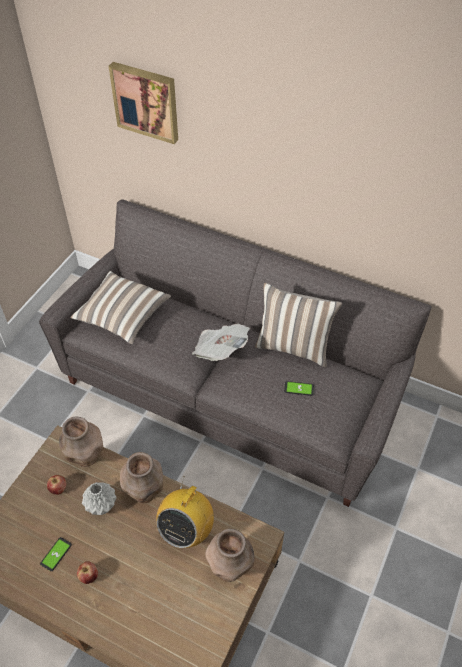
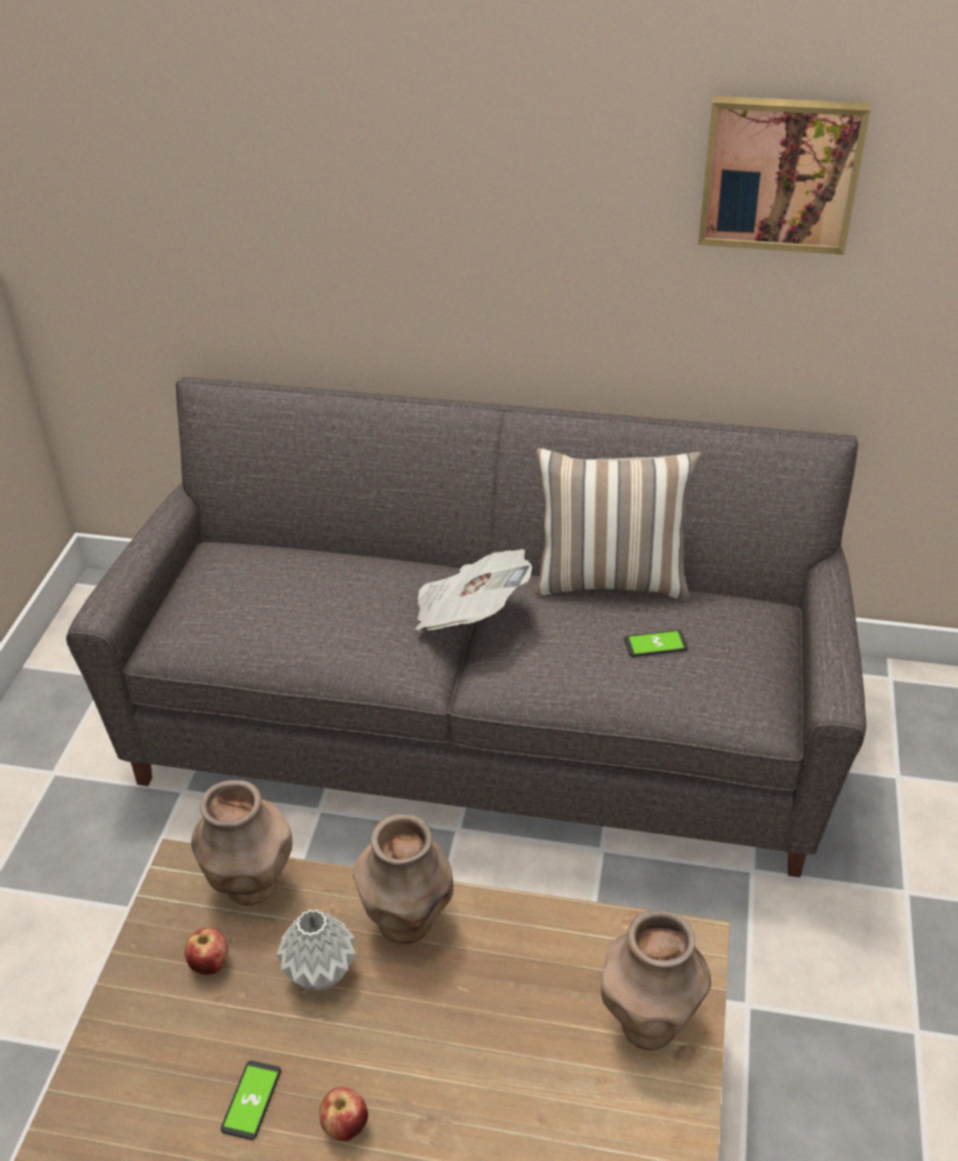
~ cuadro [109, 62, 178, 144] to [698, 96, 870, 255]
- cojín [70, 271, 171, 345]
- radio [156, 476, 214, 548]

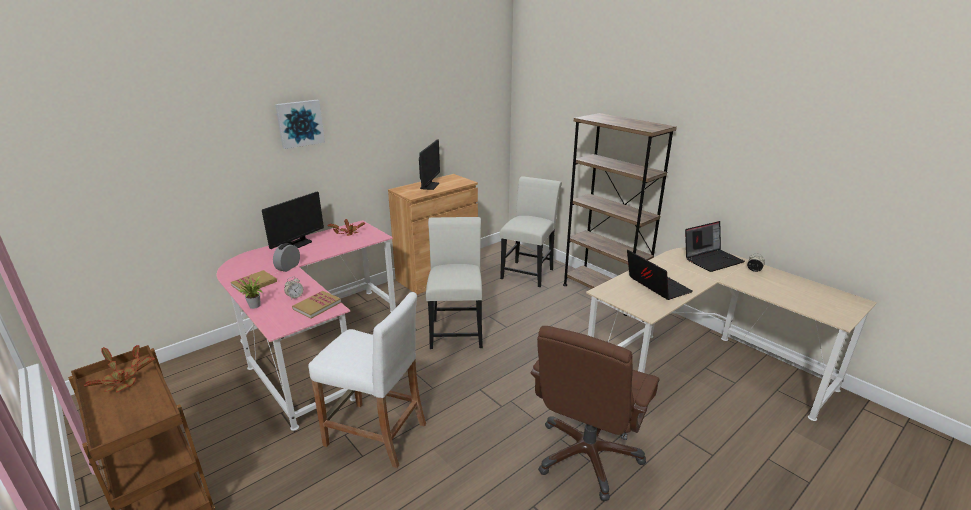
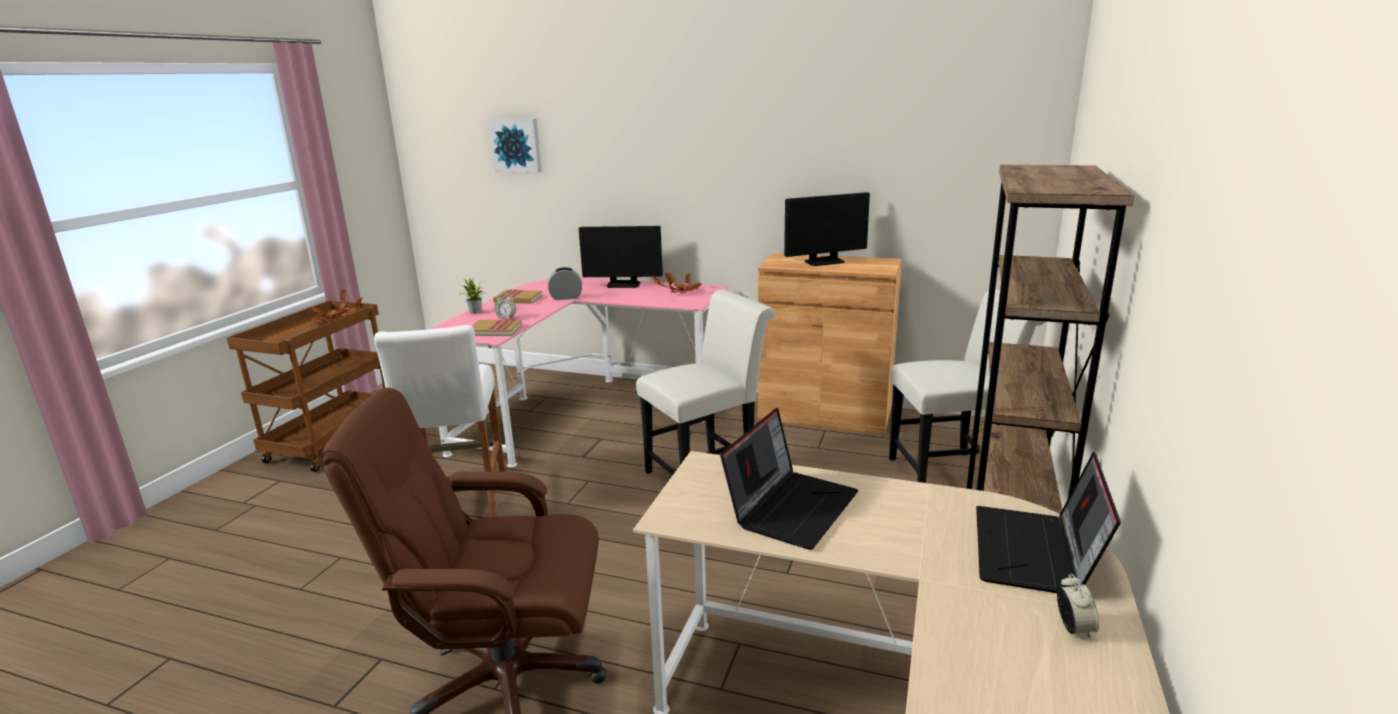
~ cuadro [275, 100, 325, 149] to [488, 119, 542, 173]
~ portátil [685, 221, 745, 272] = [976, 452, 1121, 593] 75 degrees clockwise

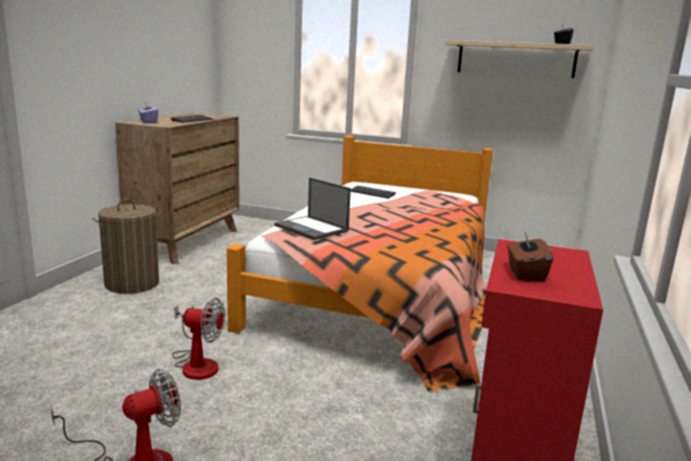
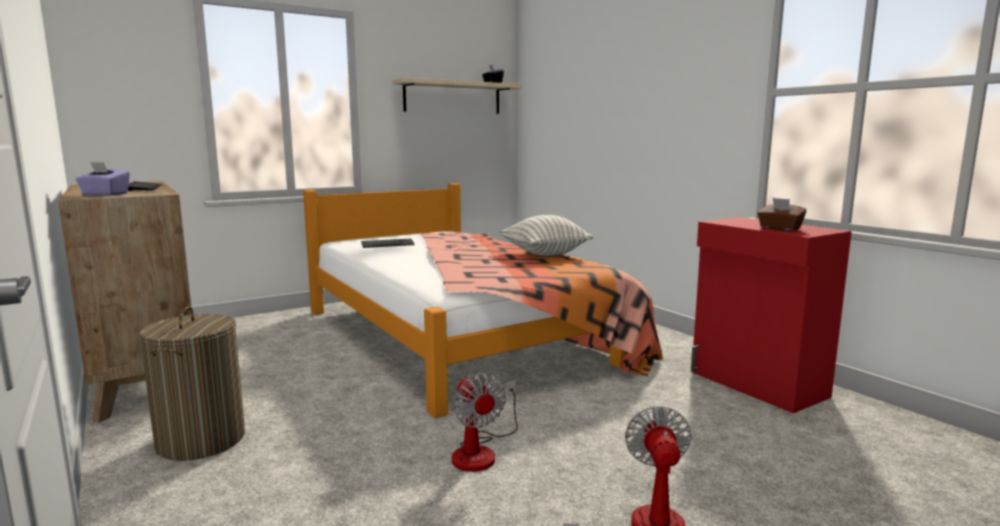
- portátil [274, 178, 351, 240]
~ ventilador [172, 298, 225, 380] = [452, 373, 518, 472] 105 degrees clockwise
+ cojín [499, 215, 593, 256]

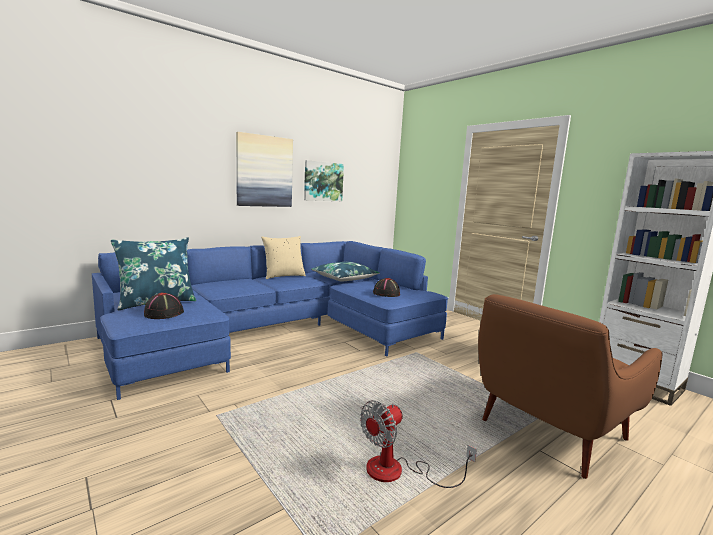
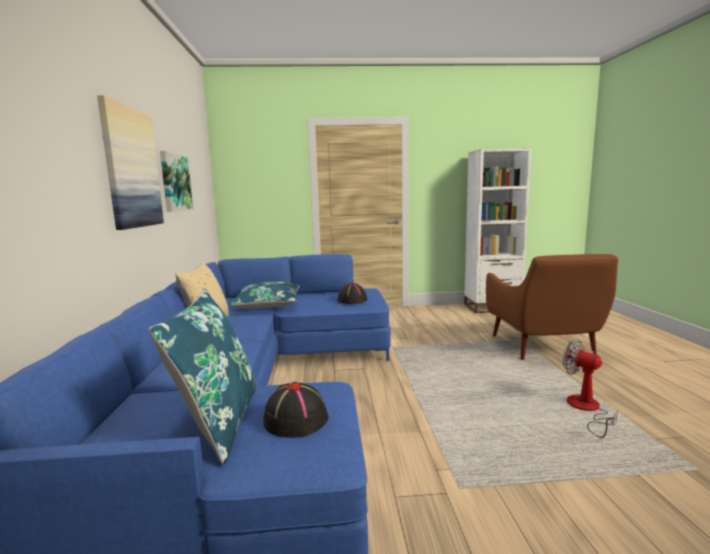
~ ventilador [360, 400, 477, 488] = [563, 339, 618, 438] 150 degrees clockwise

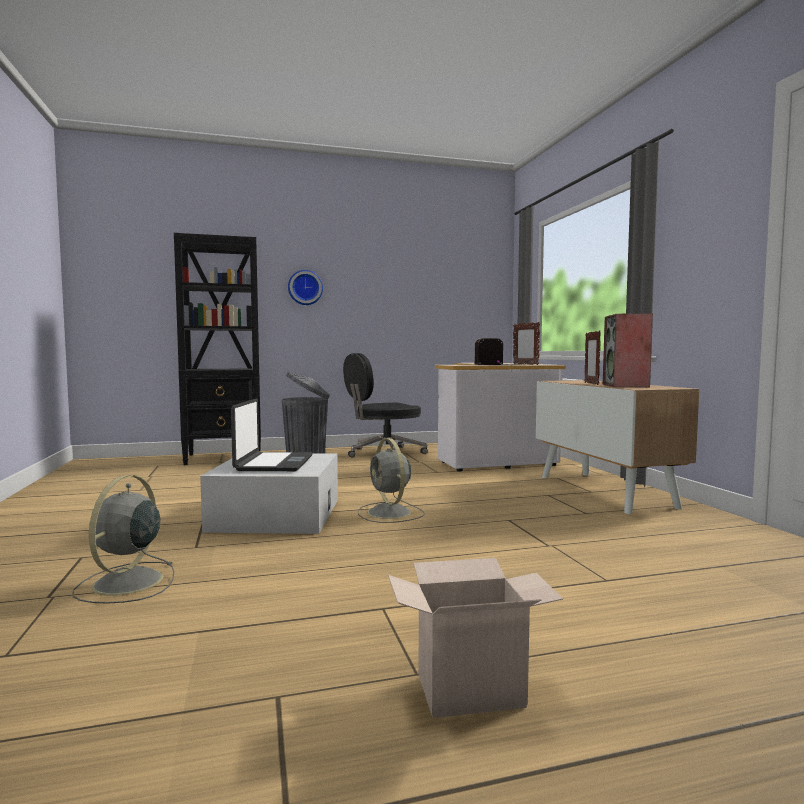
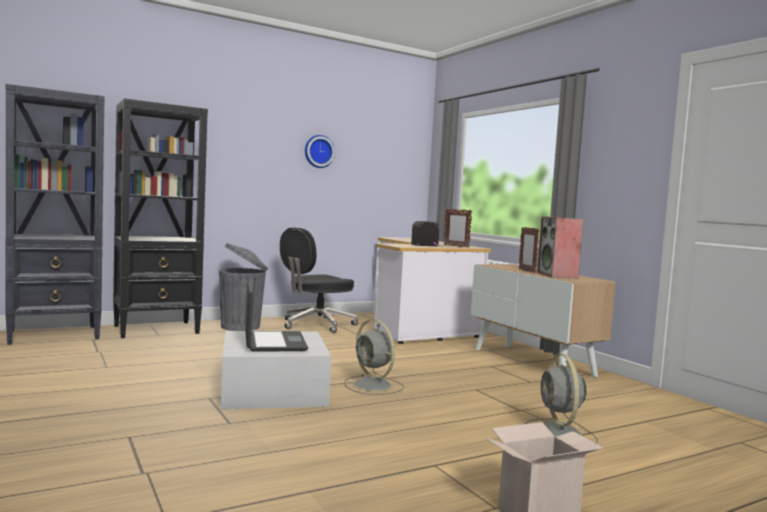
~ reloj de pared [288, 270, 323, 305] to [305, 135, 335, 168]
~ ventilador (gris) [72, 475, 174, 604] to [525, 353, 598, 444]
+ estantería (negro) [6, 84, 105, 345]

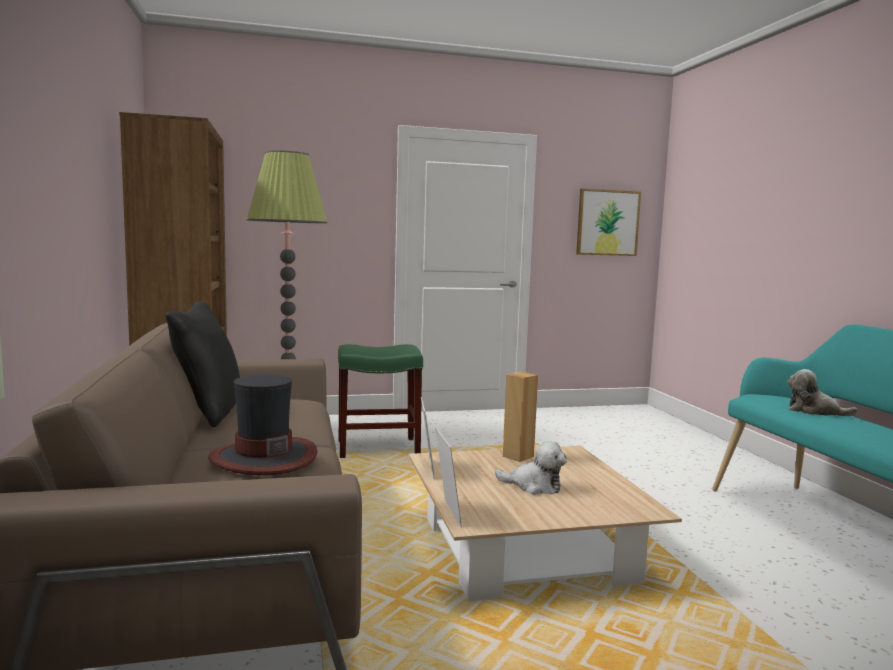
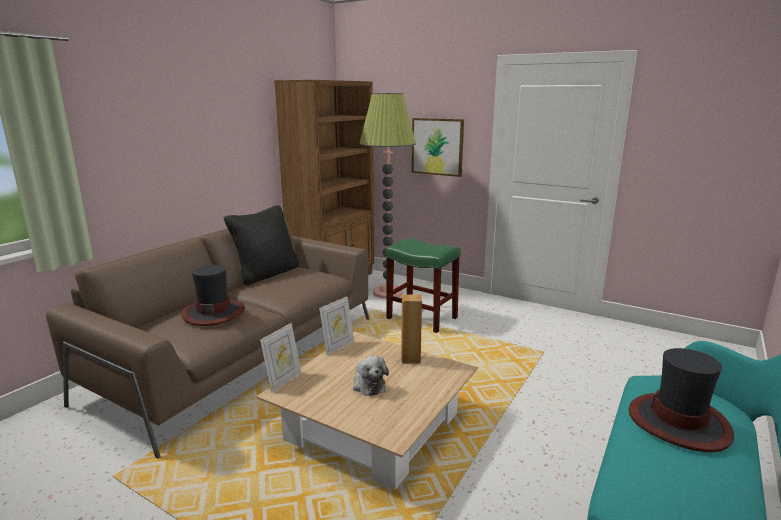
~ cuadro [576, 188, 641, 256] to [412, 118, 464, 177]
~ peluche [787, 369, 858, 416] to sombrero [629, 348, 734, 452]

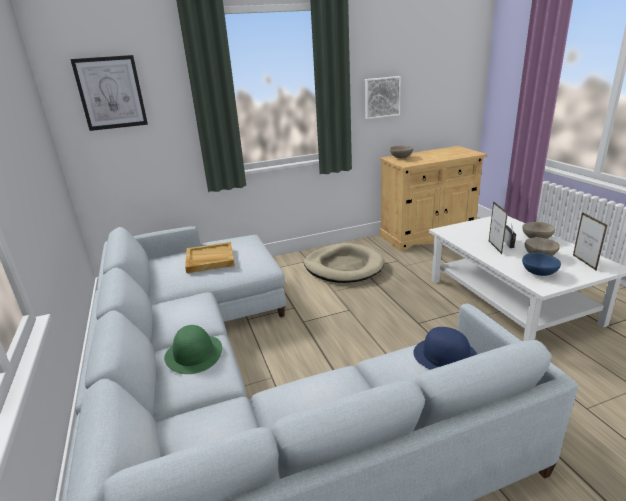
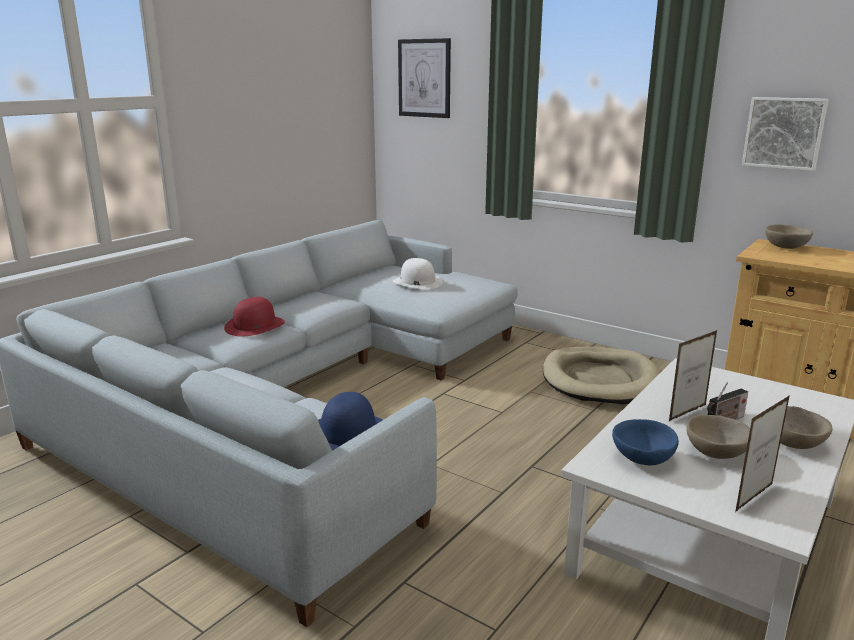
~ bandeja (beis) [185, 242, 235, 273] to sombrero (blanco) [393, 258, 443, 289]
~ sombrero (verde) [164, 325, 222, 374] to sombrero (rojo) [224, 297, 285, 337]

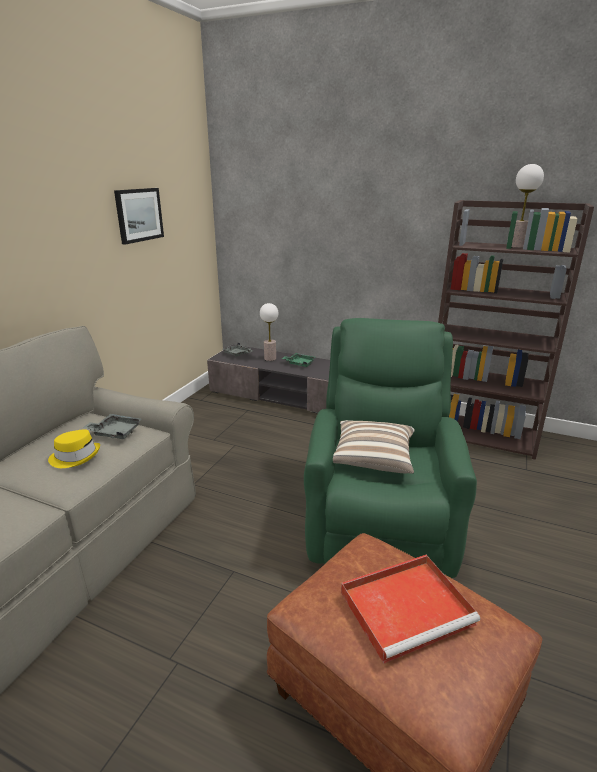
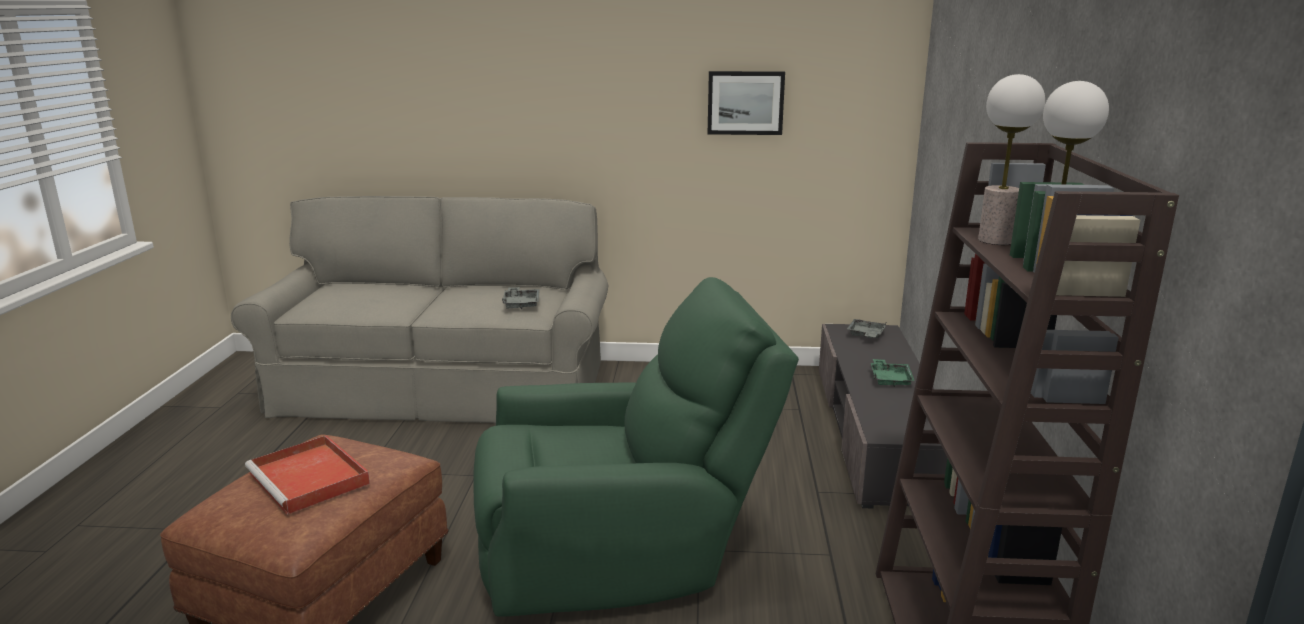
~ lámpara de mesa [260, 303, 278, 361] to [978, 74, 1045, 245]
- cojín [333, 420, 415, 474]
- sombrero (amarillo) [48, 429, 100, 468]

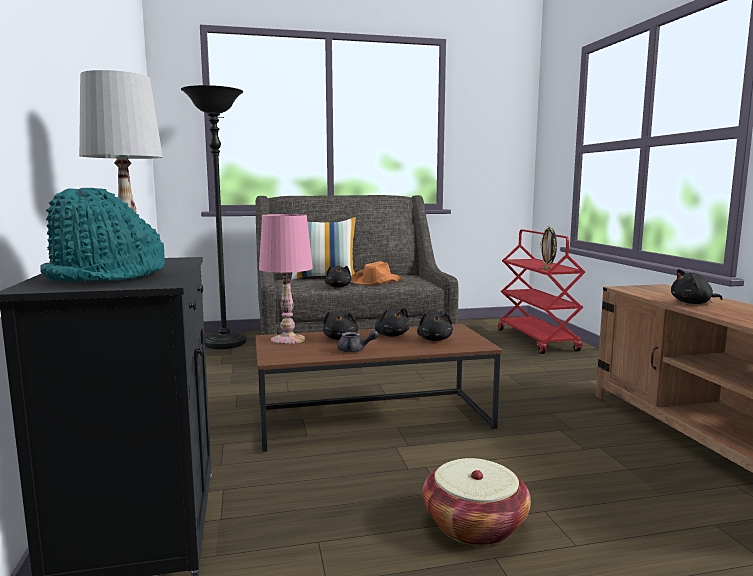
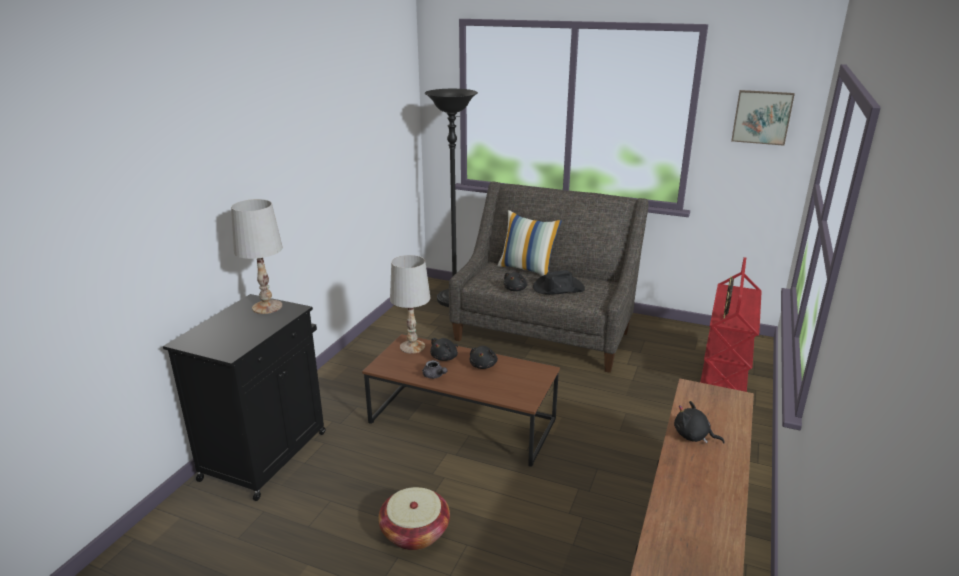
- sombrero (turquesa) [41, 188, 165, 282]
~ lámpara de mesa (rosa) [259, 214, 313, 344] to lámpara de mesa (blanco) [390, 255, 430, 354]
~ sombrero (naranja) [351, 261, 403, 285] to sombrero (negro) [533, 270, 585, 295]
- peluche (negro) [417, 312, 453, 341]
+ cuadro [731, 90, 795, 146]

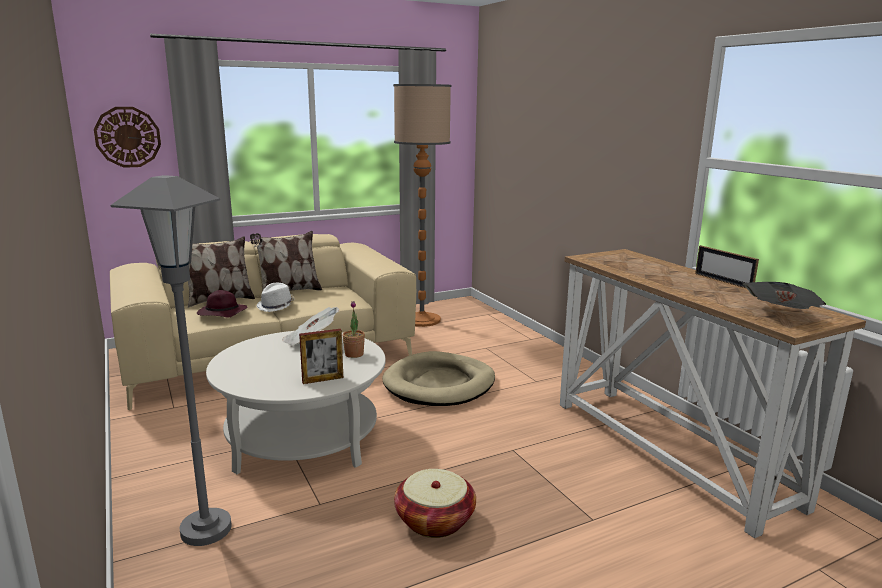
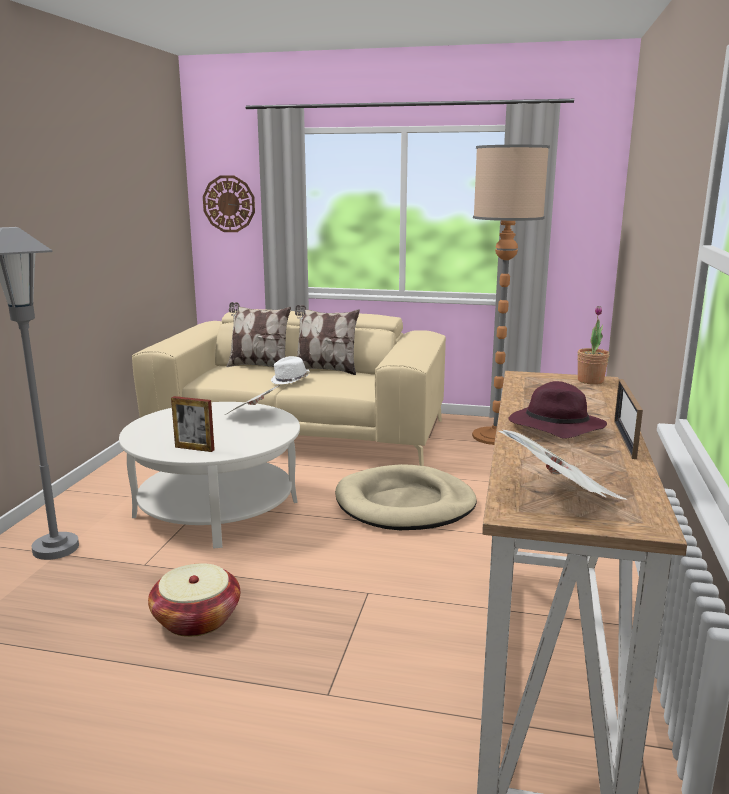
~ sombrero (morado) [197, 290, 247, 318] to [509, 381, 607, 439]
~ planta en maceta [342, 301, 365, 358] to [578, 306, 609, 384]

